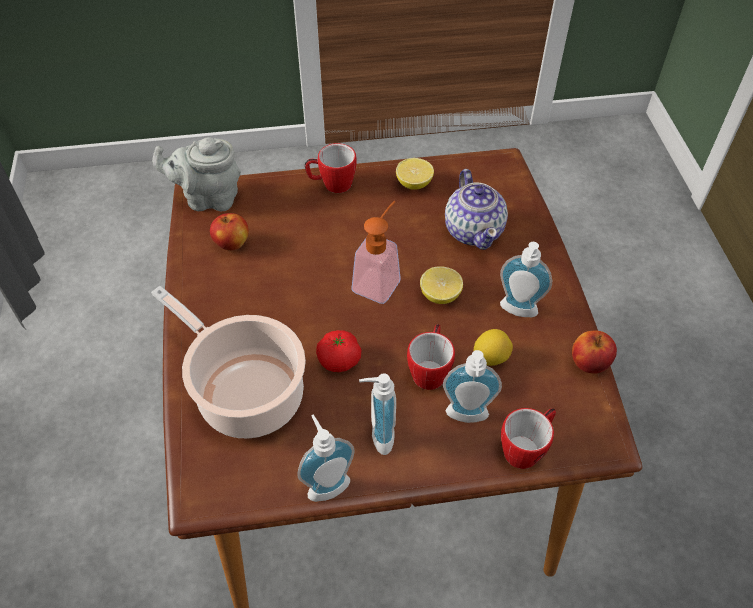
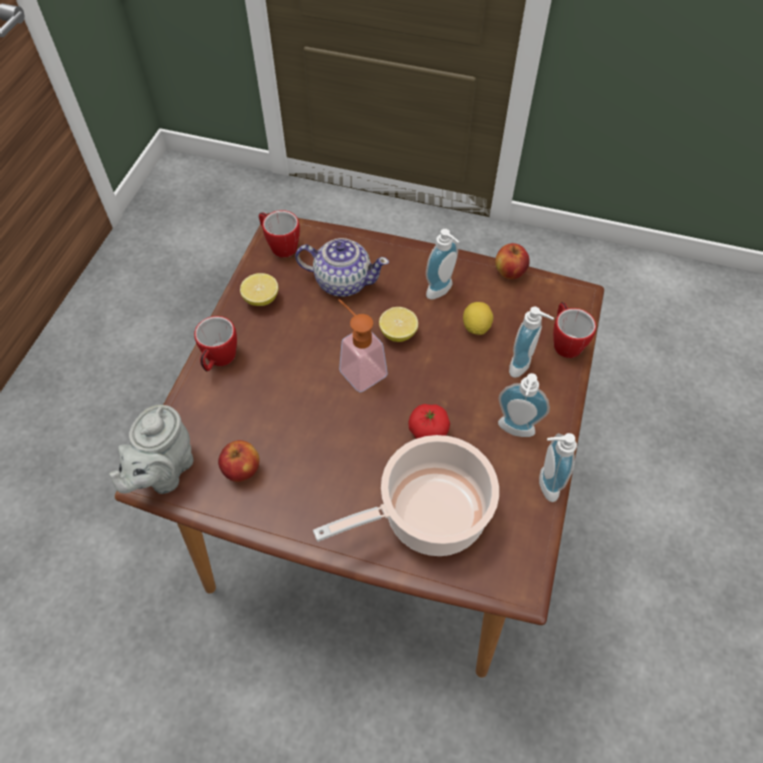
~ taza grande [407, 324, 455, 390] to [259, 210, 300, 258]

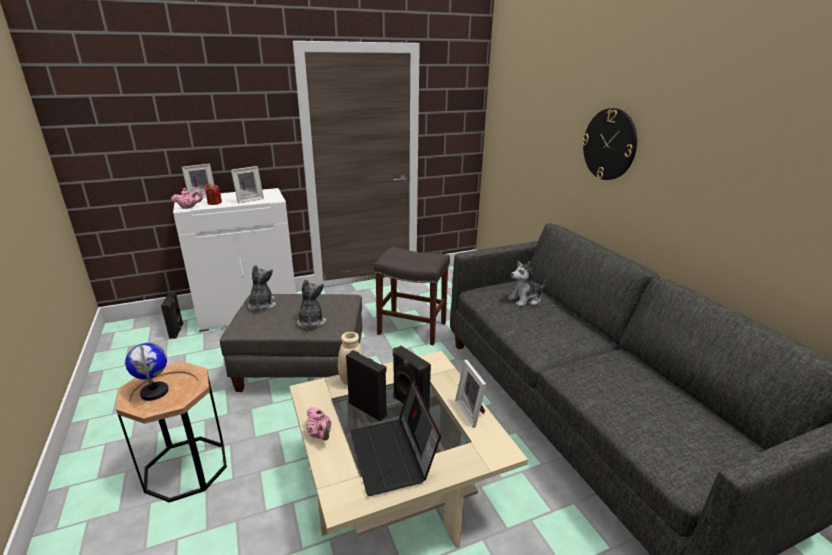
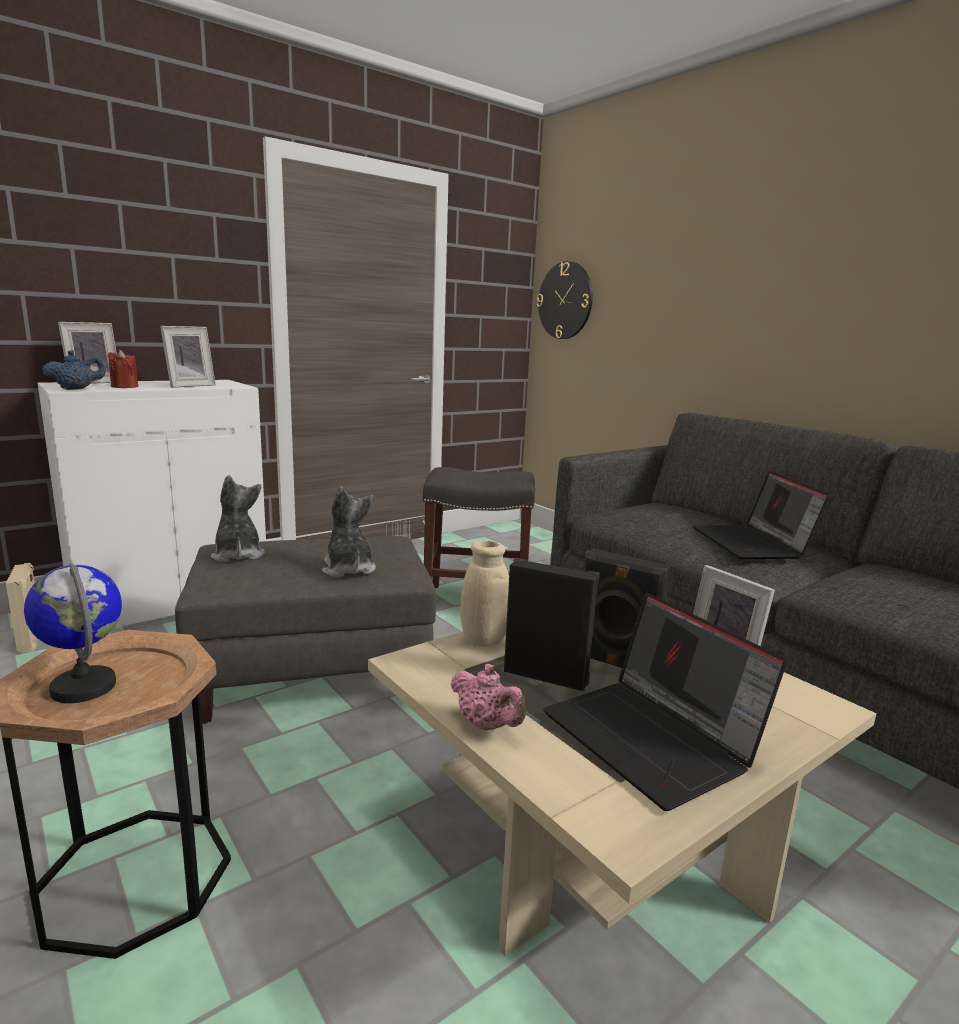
~ reloj de pared [582, 108, 637, 180] to [537, 261, 593, 339]
~ tetera (rosa) [171, 188, 203, 209] to tetera (azul) [42, 350, 106, 390]
- peluche [508, 261, 546, 307]
~ altavoz (negro) [161, 292, 183, 339] to altavoz (beis) [6, 563, 38, 653]
+ portátil [693, 471, 830, 559]

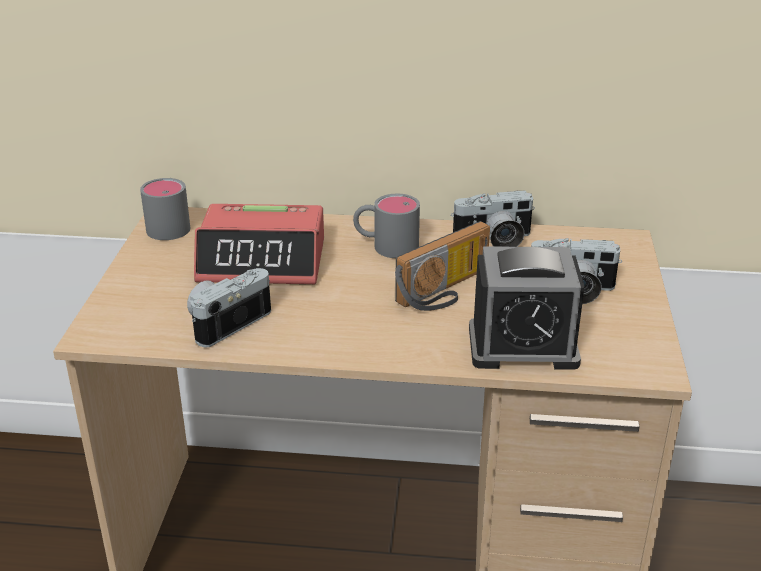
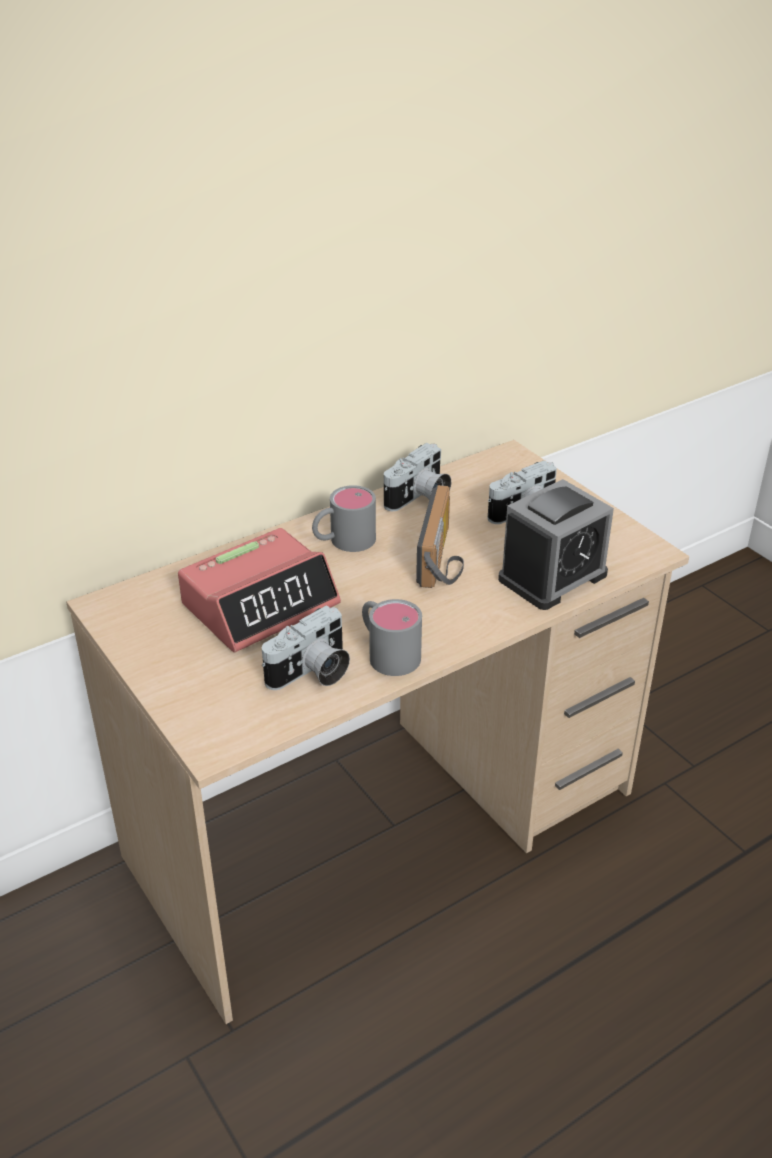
~ taza grande (gris) [140, 178, 190, 240] to [362, 599, 422, 676]
~ cámara [187, 268, 271, 348] = [262, 605, 350, 690] 135 degrees counterclockwise

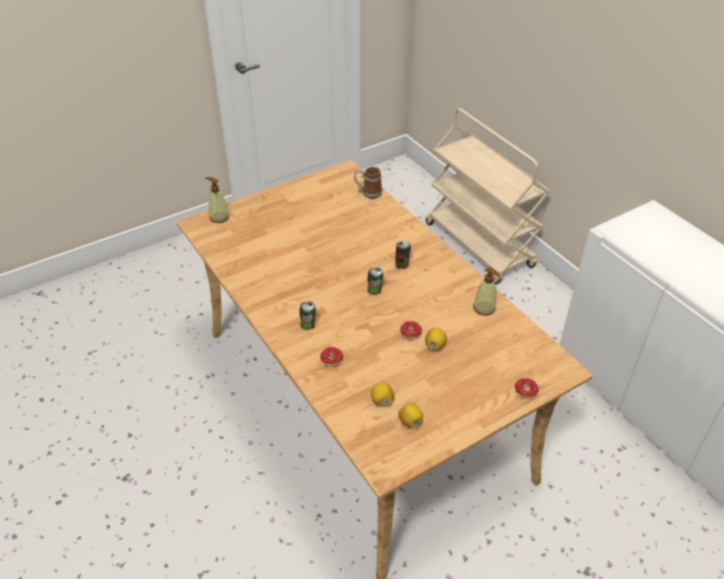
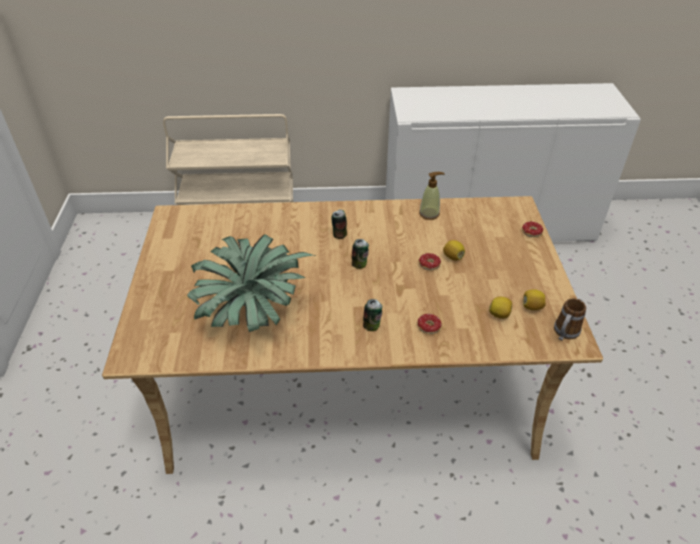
~ taza grande [354, 167, 382, 199] to [554, 298, 586, 340]
- dispensador de jabón [205, 177, 229, 223]
+ planta en maceta [187, 234, 316, 332]

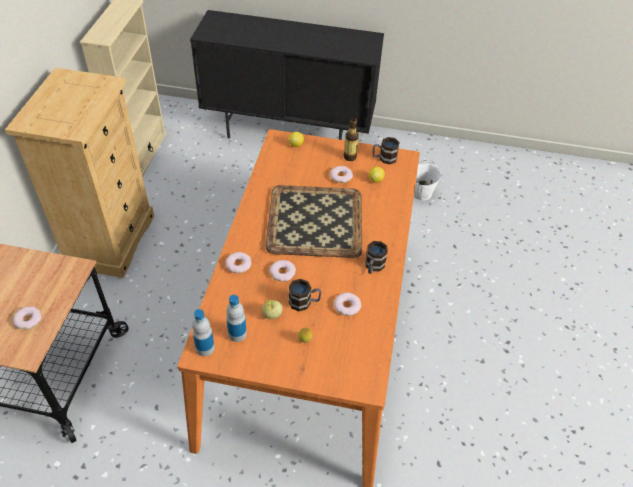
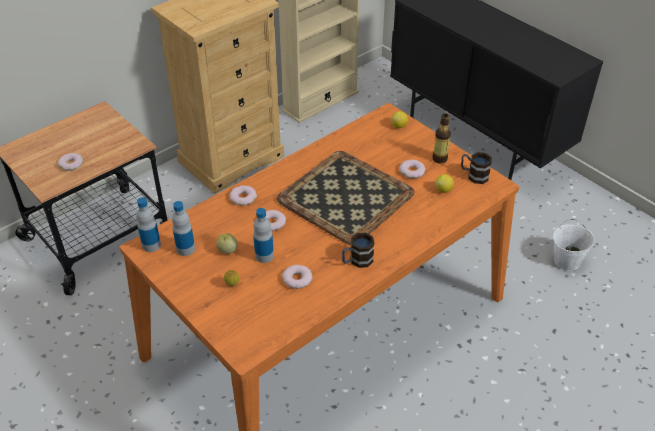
~ taza grande [289, 279, 321, 311] to botella [253, 208, 274, 263]

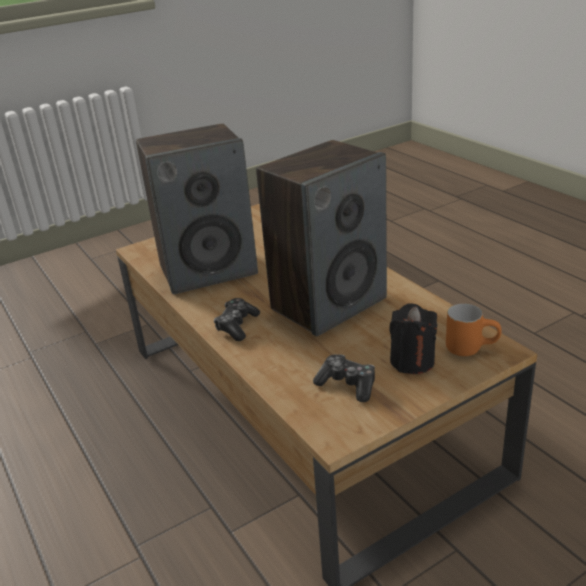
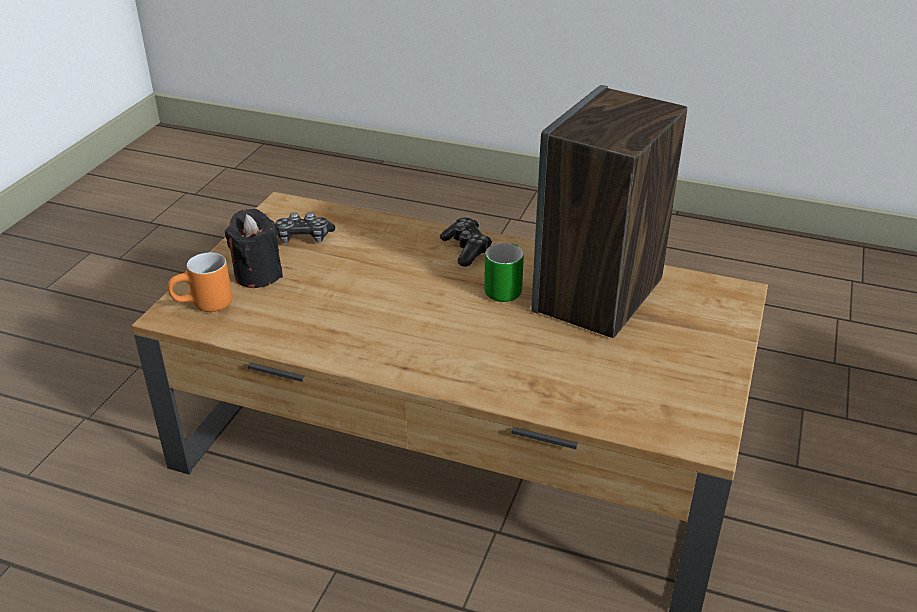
- altavoz [256, 140, 387, 337]
+ taza grande (verde) [484, 243, 524, 302]

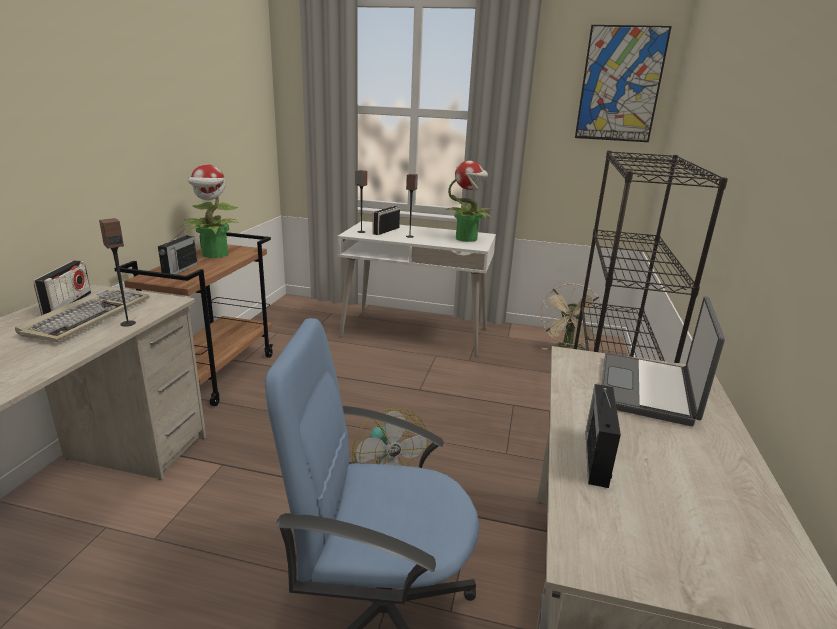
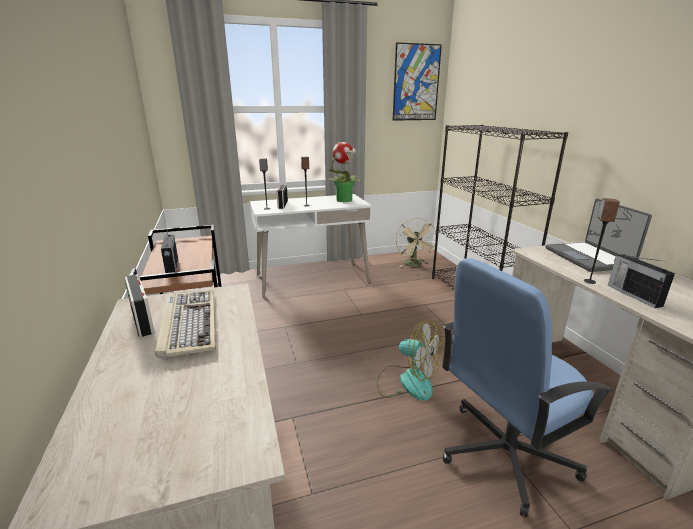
- planta en maceta [180, 164, 239, 258]
~ altavoz [99, 218, 136, 327] to [584, 198, 620, 284]

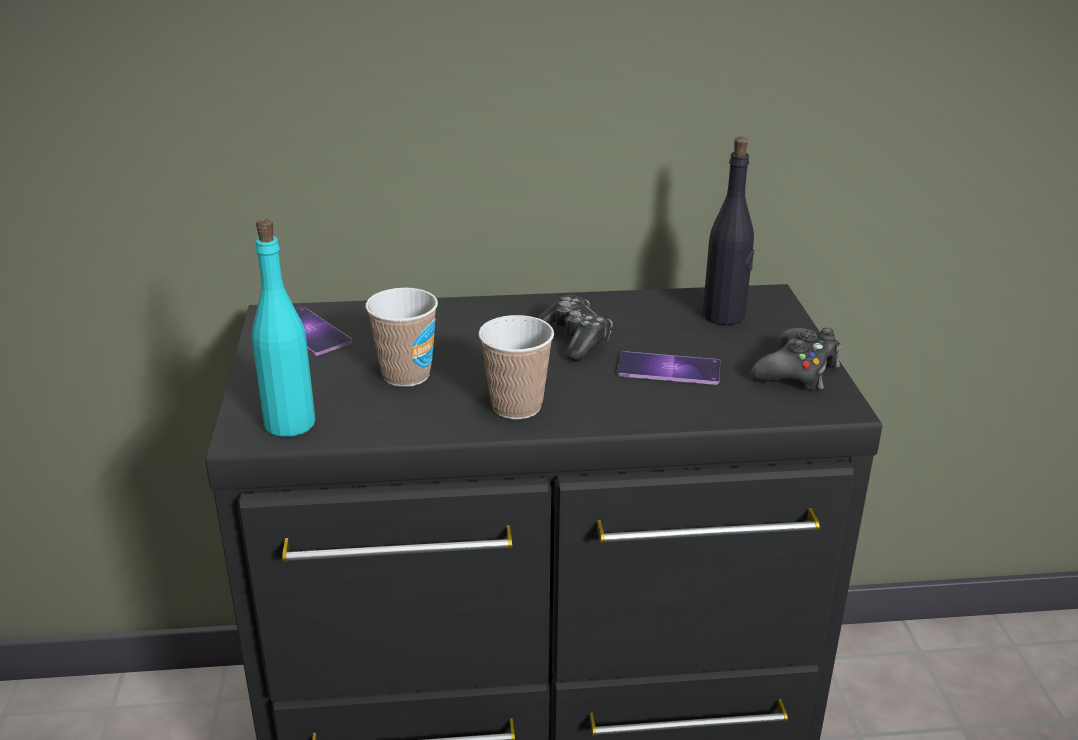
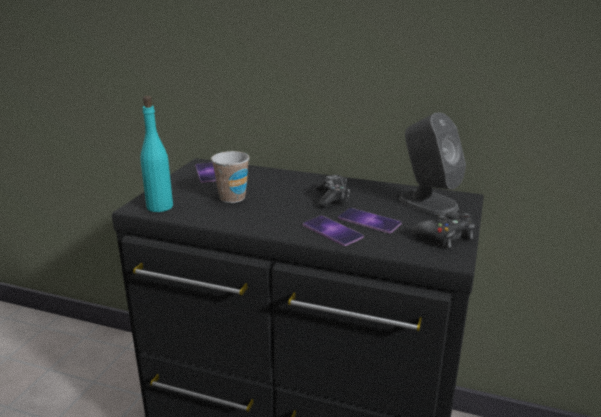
~ botella (negro) [703, 137, 754, 325] to altavoz (gris) [399, 112, 466, 215]
- taza [479, 315, 554, 419]
+ móvil [303, 216, 364, 246]

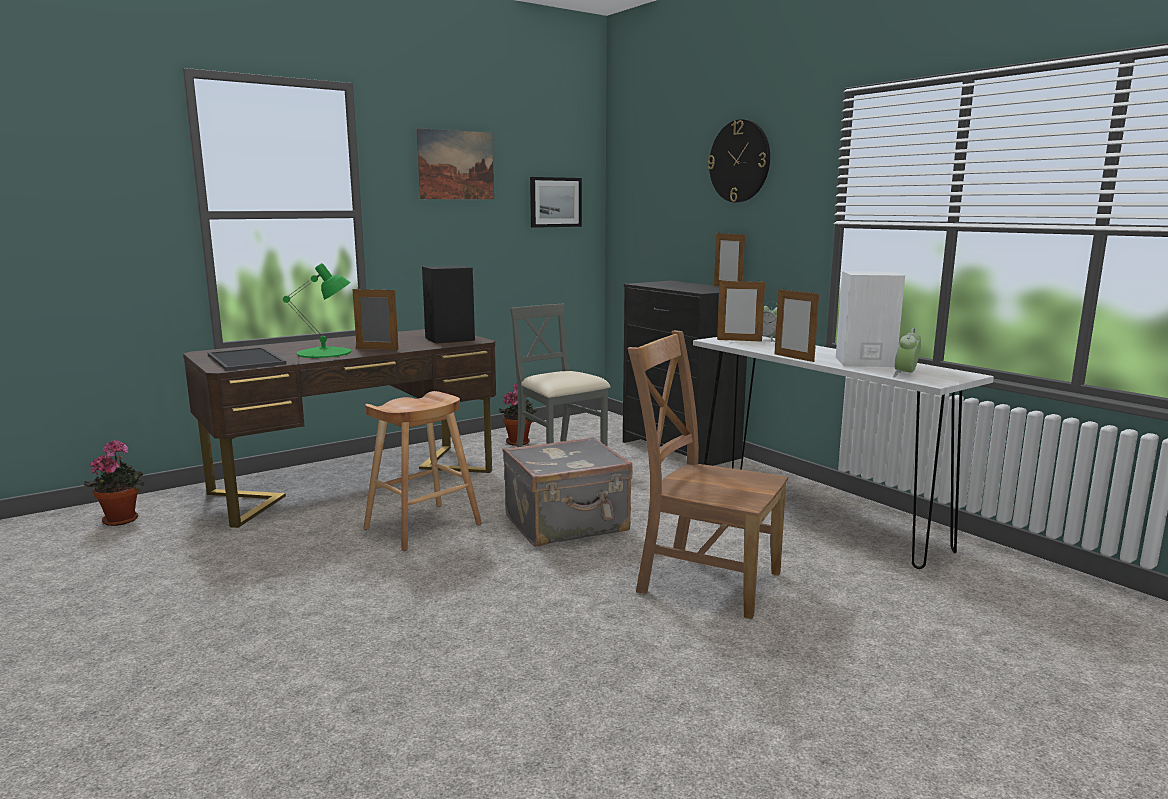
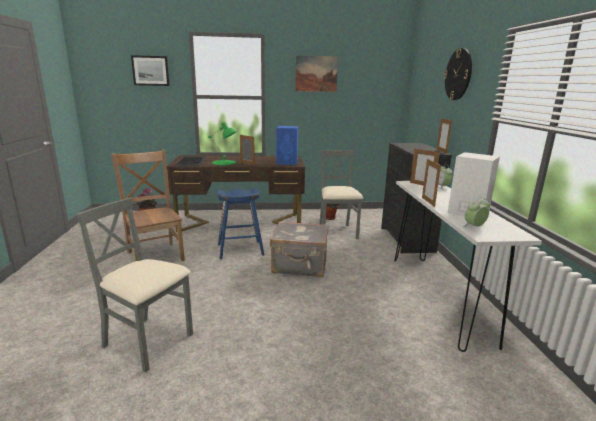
~ cuadro [530, 177, 582, 228] to [131, 55, 170, 86]
~ altavoz (negro) [422, 265, 475, 344] to altavoz (azul) [276, 126, 298, 165]
~ silla (marrón) [628, 330, 788, 619] to [111, 150, 185, 261]
~ taburete (marrón) [363, 391, 482, 551] to taburete (azul) [217, 188, 264, 260]
+ silla (gris) [76, 198, 193, 372]

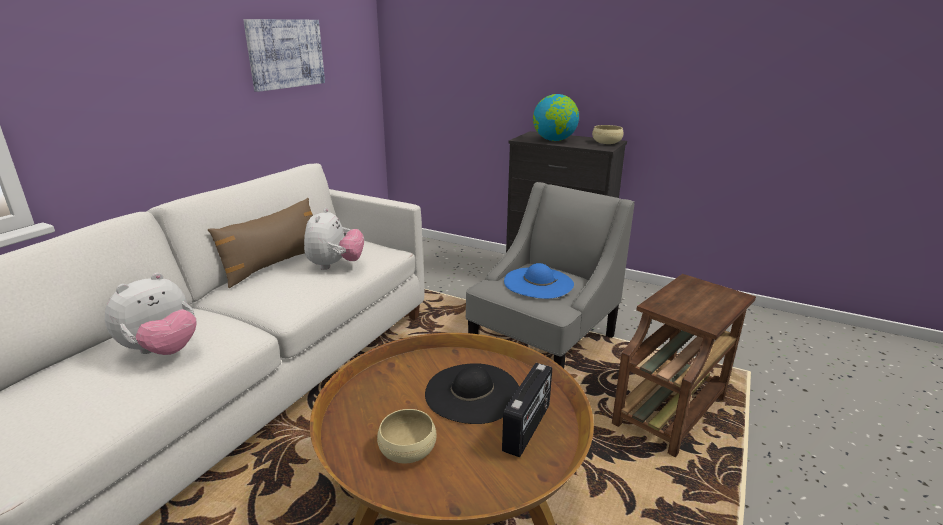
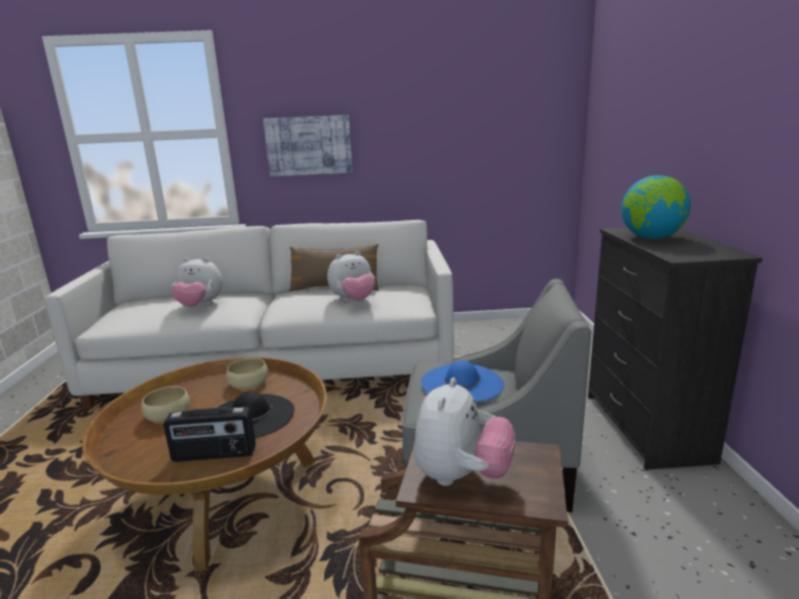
~ cuadro [243, 19, 325, 92] to [263, 115, 353, 177]
~ cuenco (beis) [592, 125, 623, 144] to [226, 358, 268, 389]
+ peluche [414, 378, 515, 486]

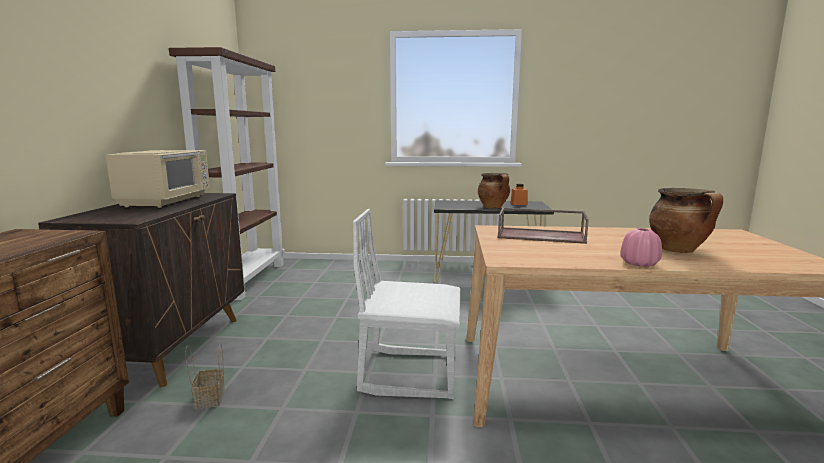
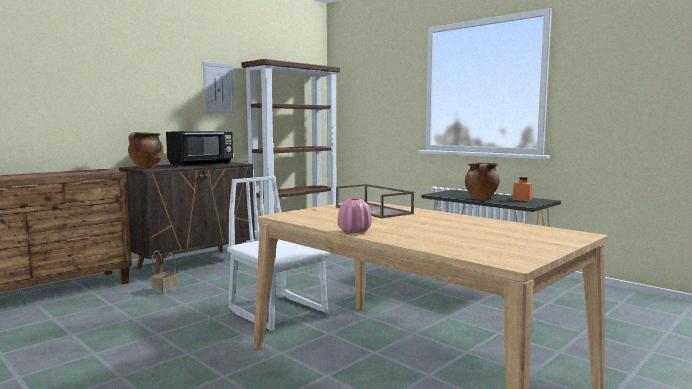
~ microondas (beis) [106, 150, 210, 208] to microondas (negro) [166, 131, 233, 167]
~ olla [649, 188, 723, 253] to [128, 132, 163, 168]
+ cuadro [203, 62, 234, 114]

